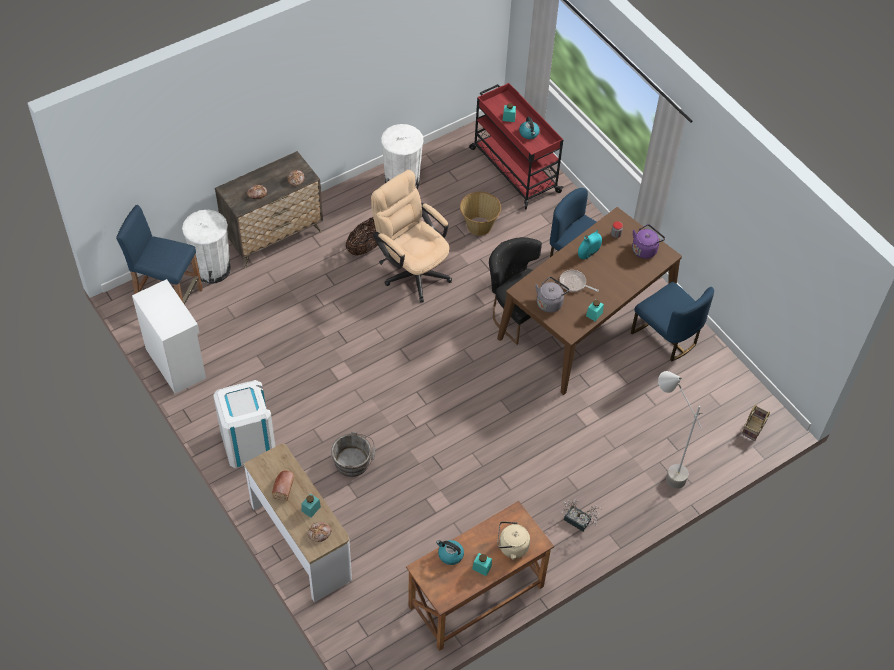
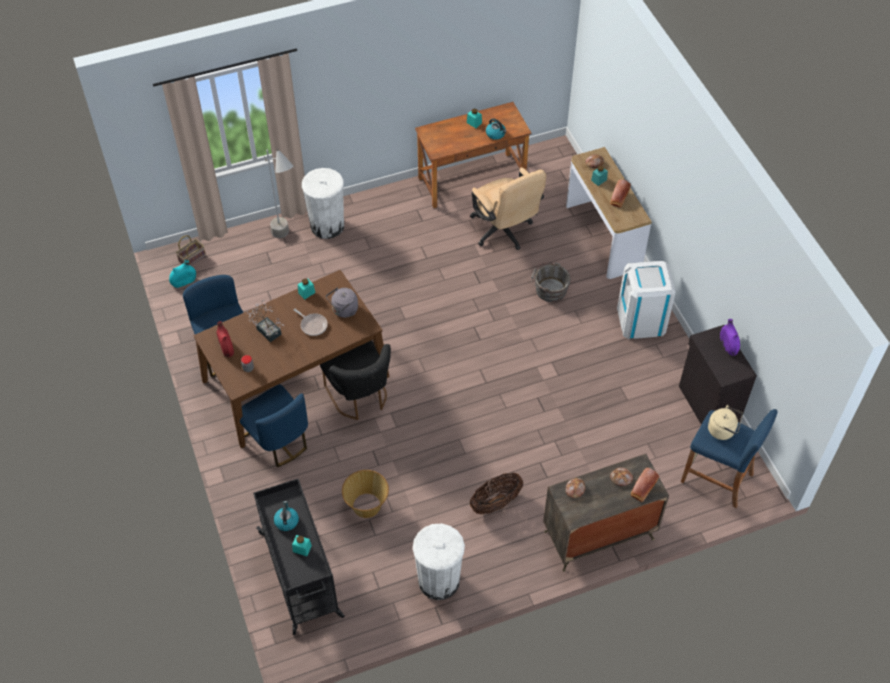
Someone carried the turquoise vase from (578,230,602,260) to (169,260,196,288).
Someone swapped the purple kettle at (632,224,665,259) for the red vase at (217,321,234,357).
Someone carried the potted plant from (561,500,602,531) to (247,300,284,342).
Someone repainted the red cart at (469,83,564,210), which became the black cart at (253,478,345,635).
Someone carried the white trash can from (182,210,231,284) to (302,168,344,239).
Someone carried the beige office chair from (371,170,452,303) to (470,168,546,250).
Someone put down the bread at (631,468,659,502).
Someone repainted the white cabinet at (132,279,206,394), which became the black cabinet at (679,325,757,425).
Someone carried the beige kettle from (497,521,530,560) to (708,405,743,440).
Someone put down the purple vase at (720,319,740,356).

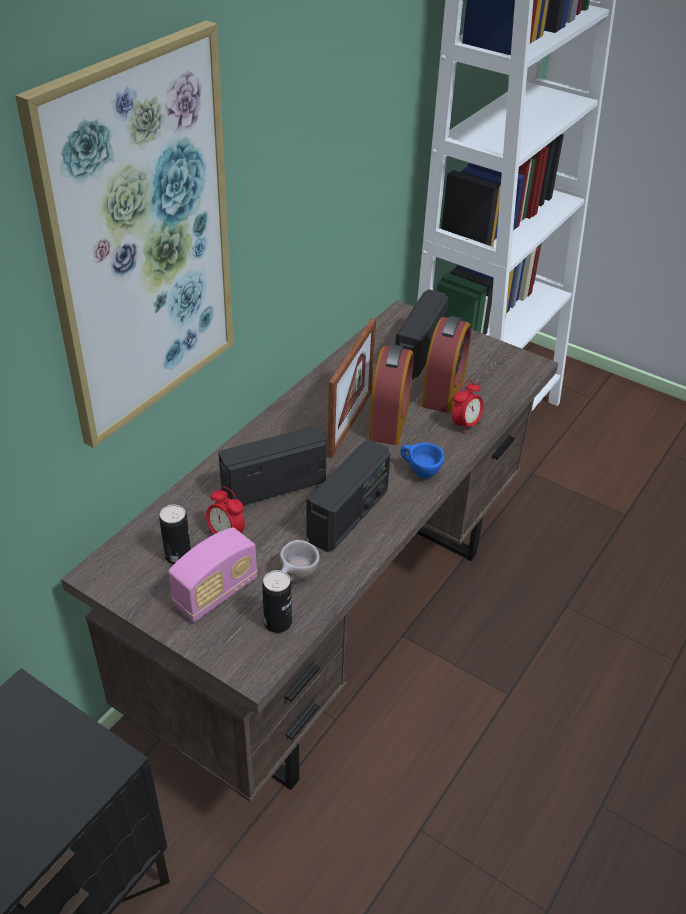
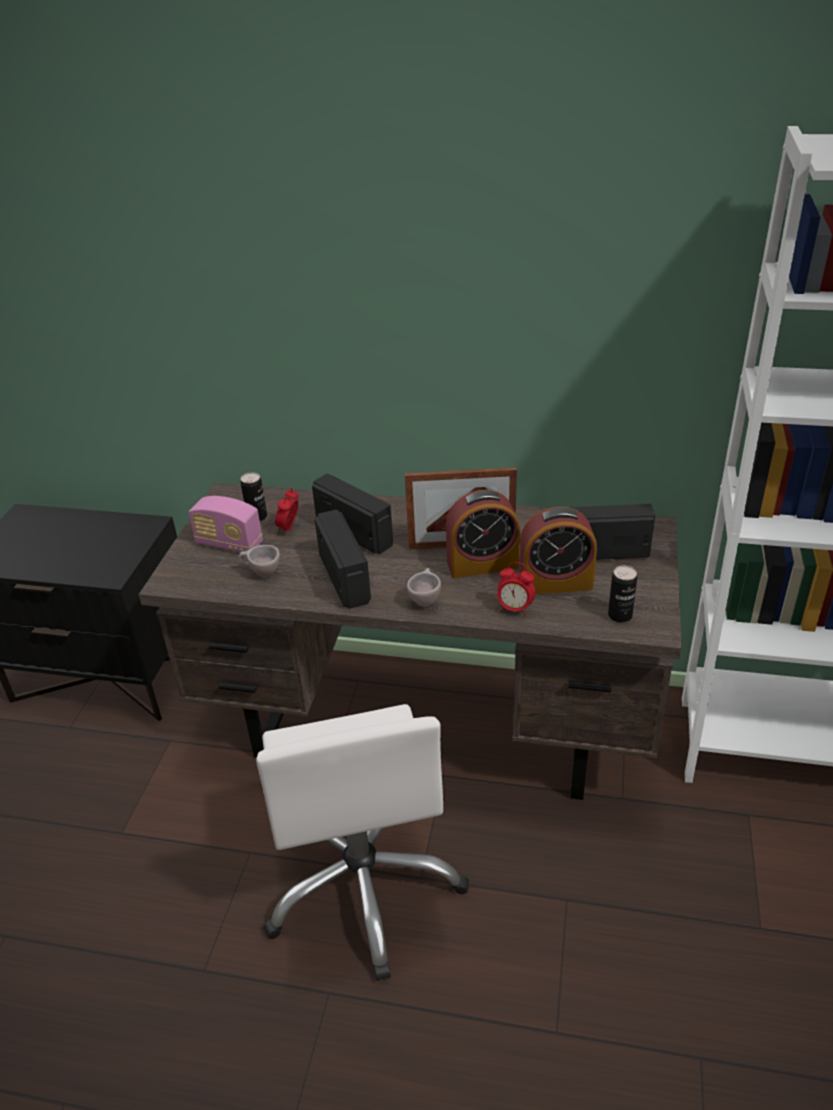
Someone put down the white office chair at (256,704,469,981).
Someone rotated the radio at (307,440,390,552) by 120 degrees counterclockwise.
Someone repainted the blue cup at (400,443,444,479), which became the beige cup at (407,568,441,607).
Someone carried the can from (262,570,292,633) to (608,565,637,623).
Someone took away the picture at (15,21,234,448).

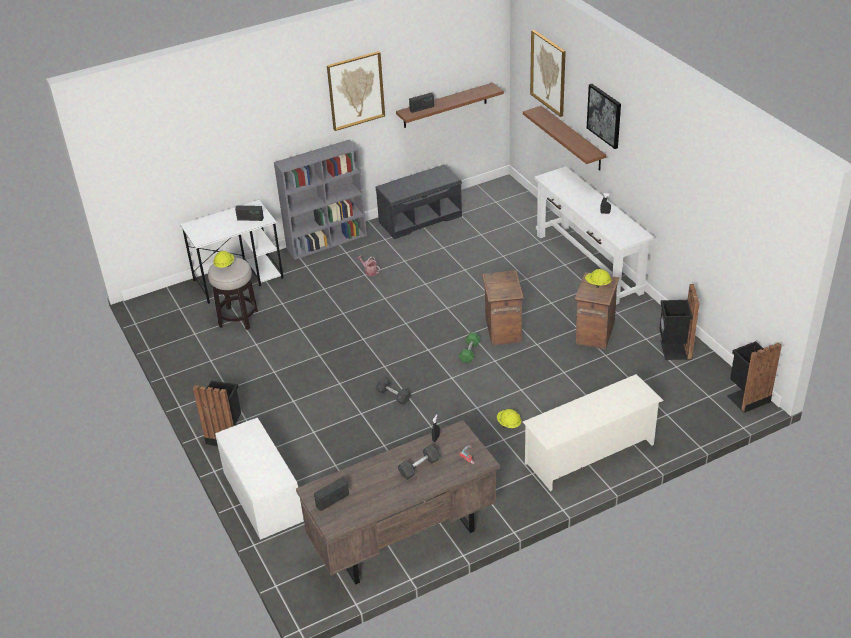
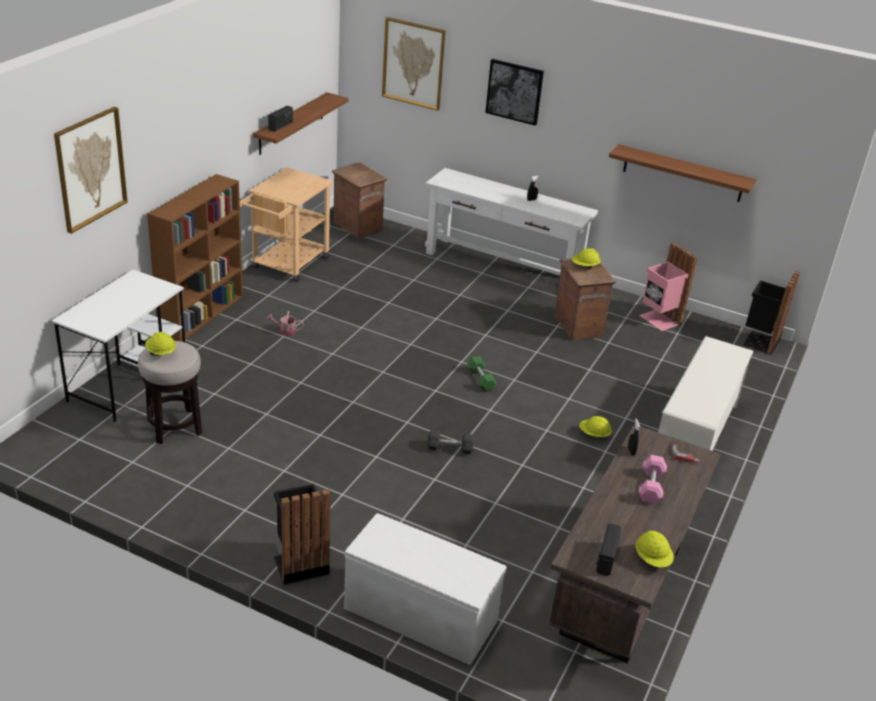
Someone carried the picture from (327,51,385,131) to (54,107,128,234).
Someone repainted the grey bookcase at (274,139,367,260), which became the brown bookcase at (147,174,243,342).
Someone swapped the grey bench at (376,165,462,239) for the beige cart at (240,167,333,282).
Someone carried the crate from (482,270,524,345) to (332,162,387,238).
Someone carried the shelf from (523,106,606,171) to (609,144,756,202).
Someone put down the yellow hard hat at (636,531,674,567).
Someone repainted the black trash can at (660,284,700,360), which became the pink trash can at (639,243,698,331).
Someone repainted the grey dumbbell at (398,444,440,480), which became the pink dumbbell at (639,455,667,504).
Someone took away the radio at (235,205,264,221).

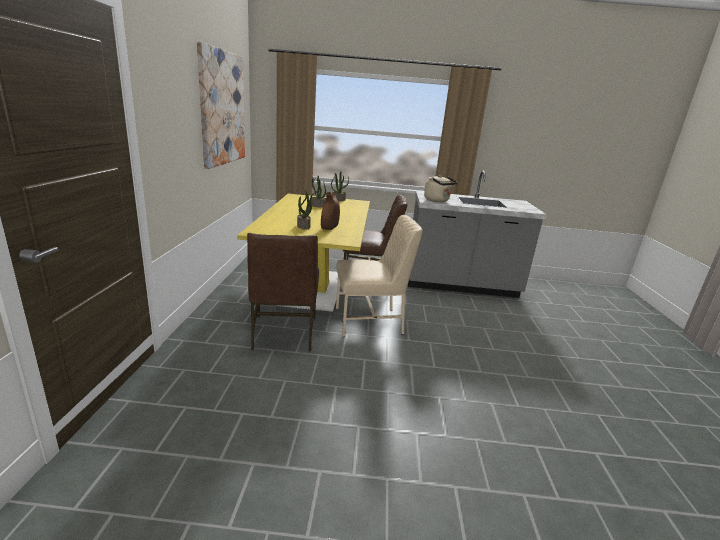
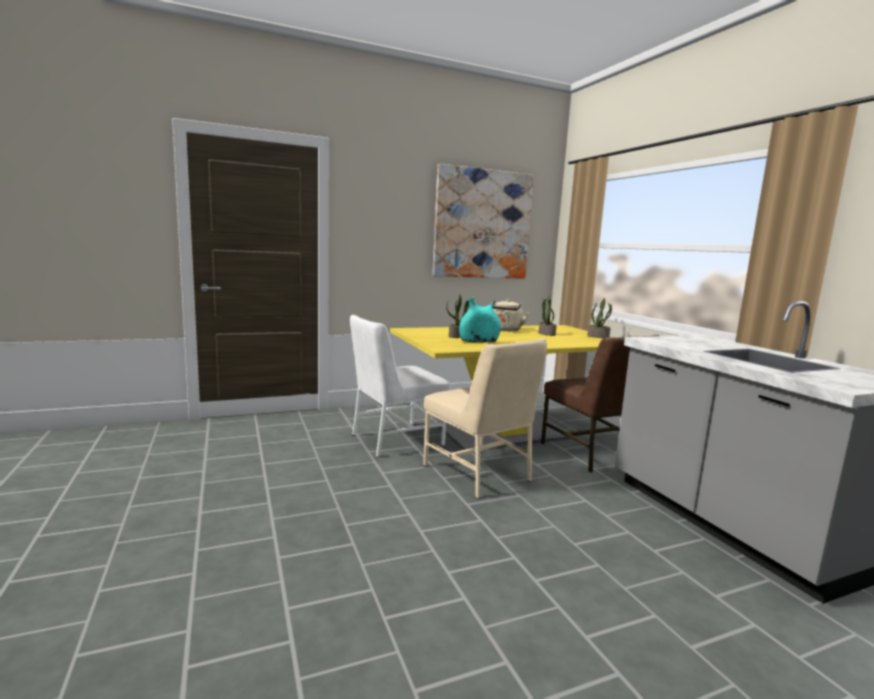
Someone repainted the brown chair at (247,233,319,351), which became the white chair at (350,315,450,457).
Someone repainted the brown vase at (321,192,340,230), which became the turquoise vase at (459,297,501,343).
Someone carried the beige kettle from (424,175,458,202) to (489,299,530,331).

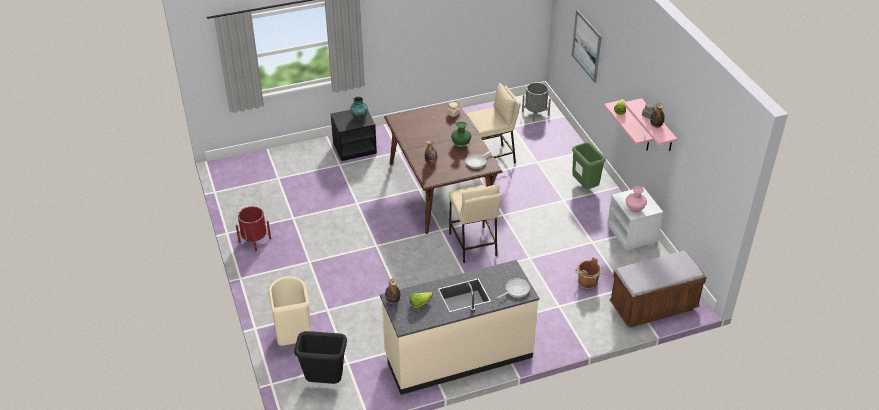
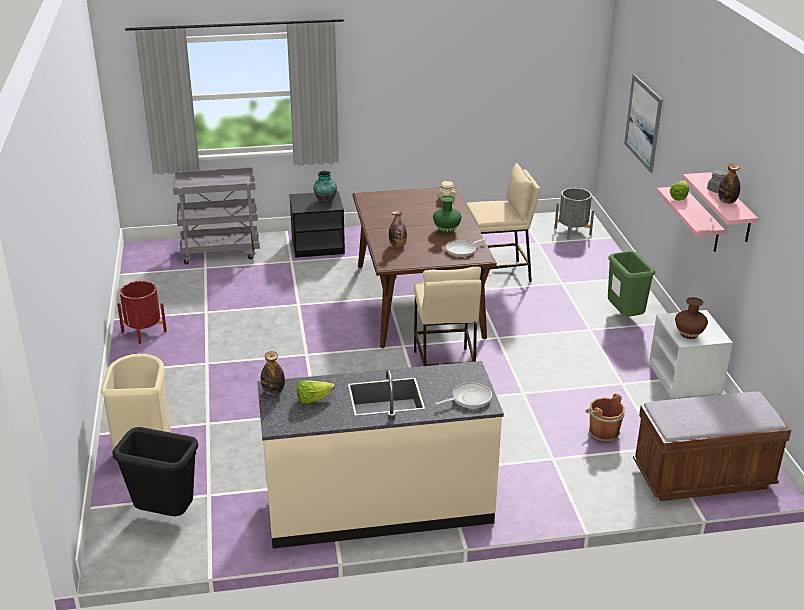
Someone put down the grey cart at (173,167,260,265).
Someone repainted the pink vase at (626,186,647,213), which became the brown vase at (675,297,708,339).

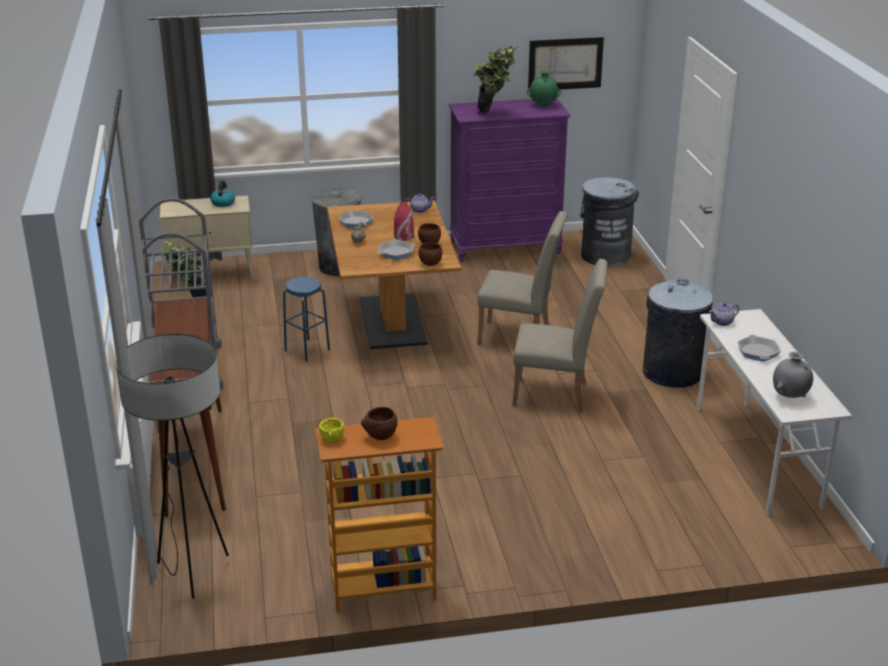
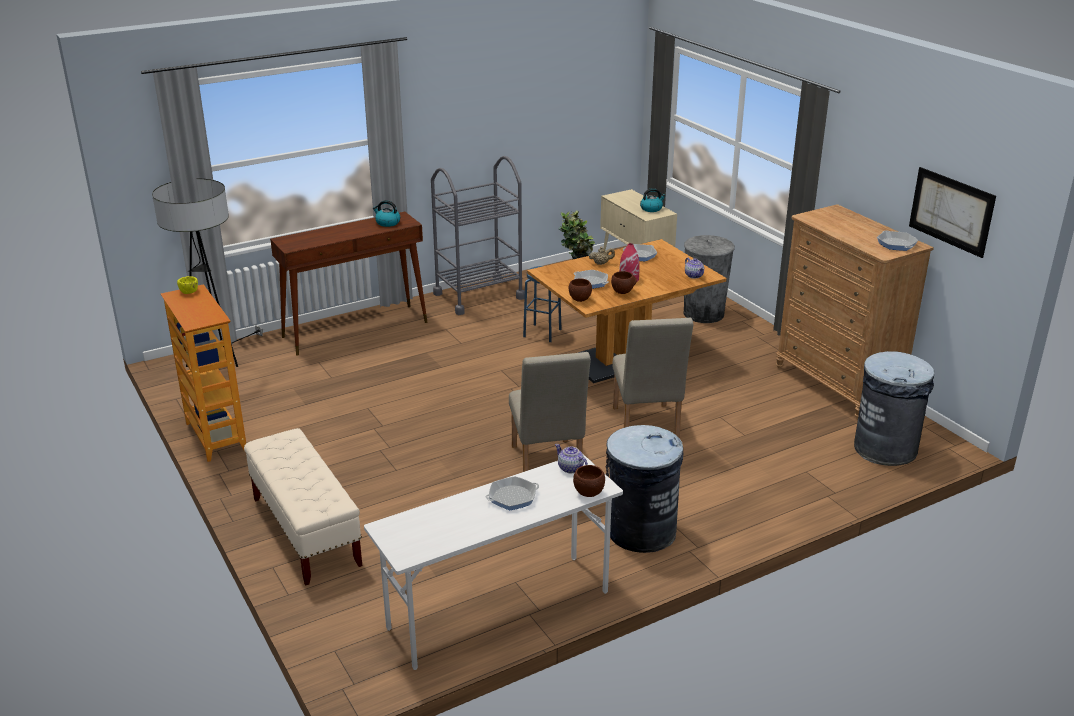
Someone put down the beige bench at (244,428,362,585).
Someone put down the kettle at (373,200,400,227).
Someone carried the brown bowl from (361,407,398,440) to (573,465,605,497).
Someone repainted the purple dresser at (449,98,570,262), which became the brown dresser at (776,204,934,419).
Someone swapped the green vase at (527,70,561,106) for the frying pan at (877,230,918,251).
Someone took away the potted plant at (473,45,519,114).
Someone took away the grey vase at (773,352,813,398).

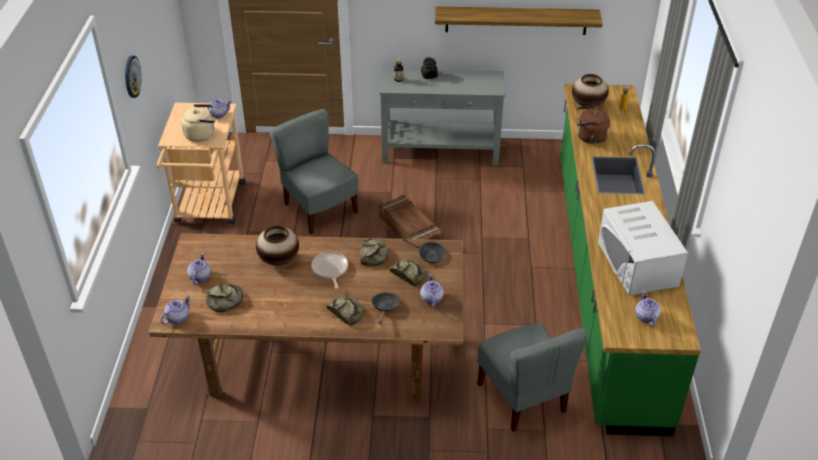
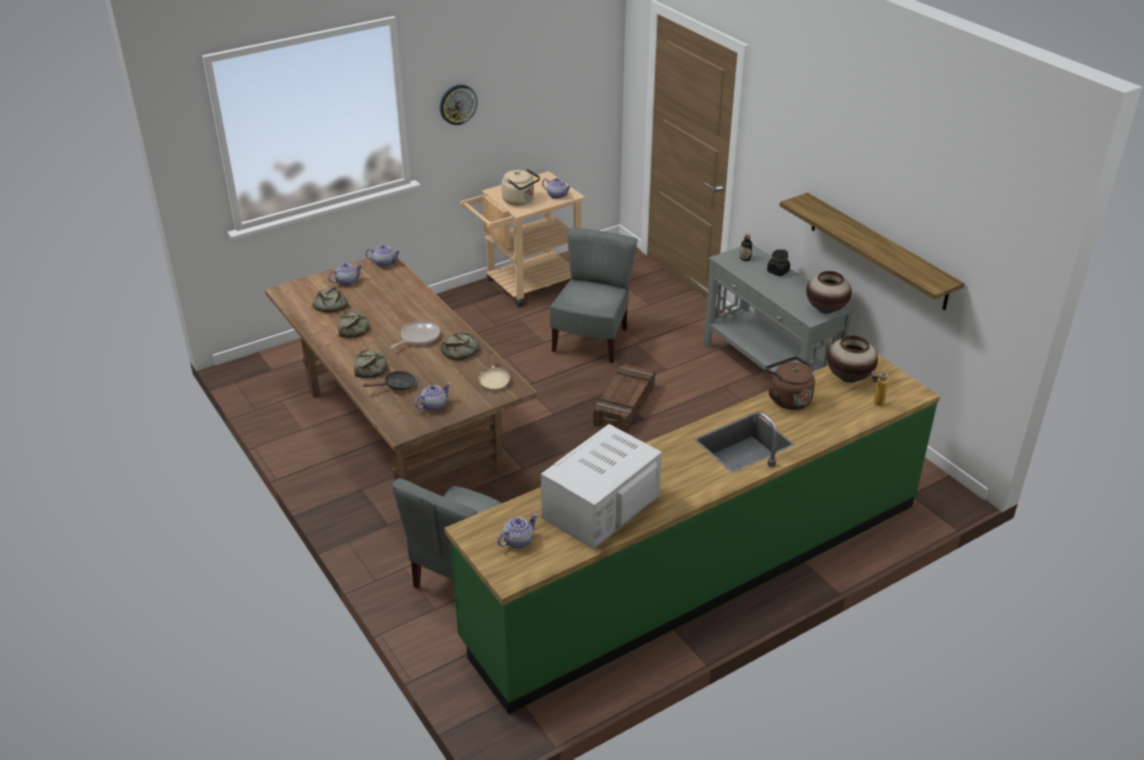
Someone carried the bread from (390,260,426,286) to (338,312,370,338).
Someone carried the teapot from (160,295,191,324) to (365,245,401,267).
Someone repainted the black frying pan at (402,237,446,263), which became the beige frying pan at (478,351,510,390).
Someone carried the vase from (256,226,299,266) to (806,271,852,314).

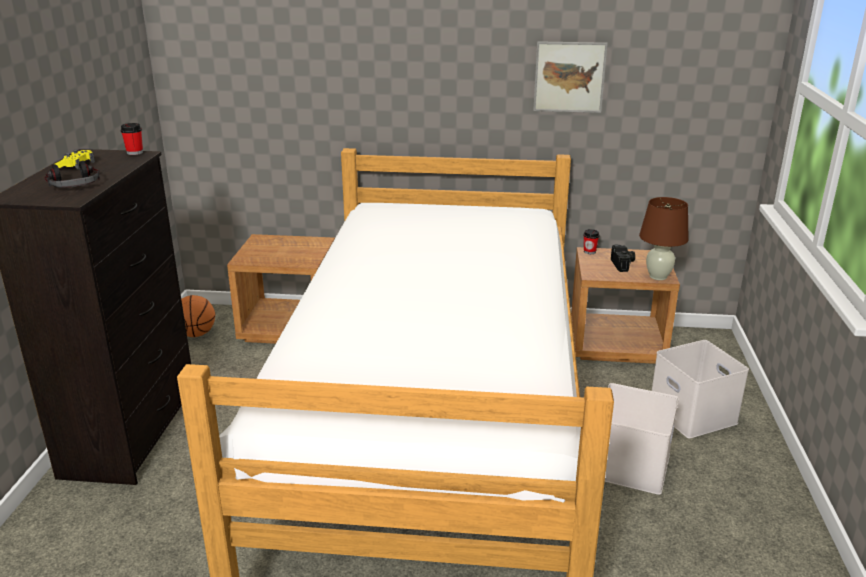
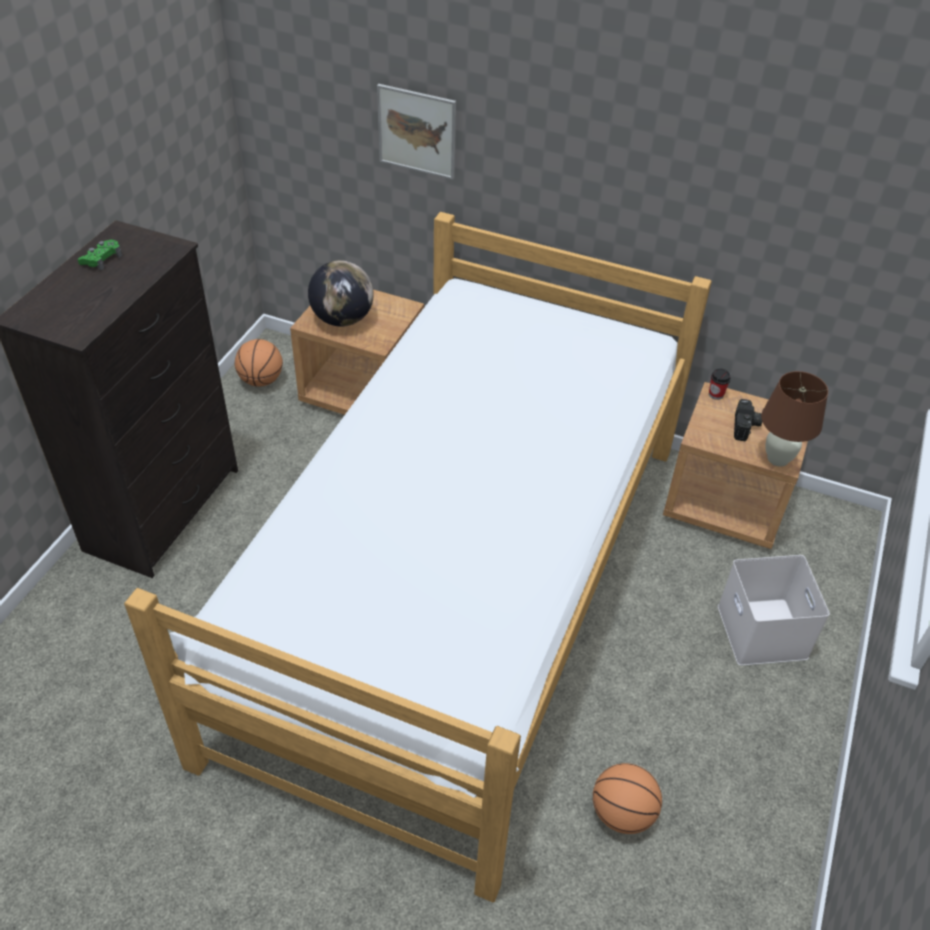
Someone repainted the yellow game controller at (55,150,95,170), which became the green game controller at (78,239,122,271).
Someone put down the globe at (308,260,374,327).
Someone carried the picture from (533,41,608,113) to (377,84,456,180).
Someone put down the basketball at (593,763,662,834).
Someone took away the headphones at (44,161,100,188).
Someone took away the cup at (120,123,143,155).
Someone took away the white storage box at (605,383,679,495).

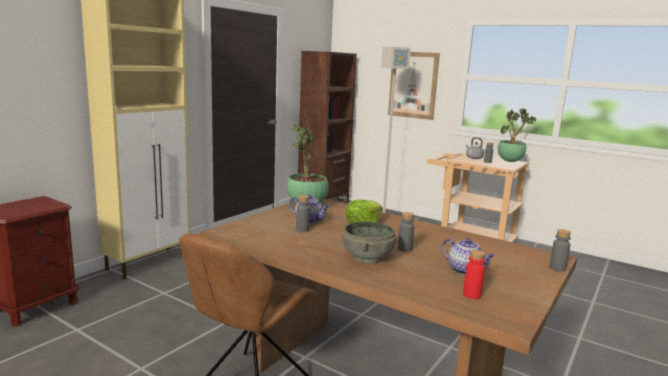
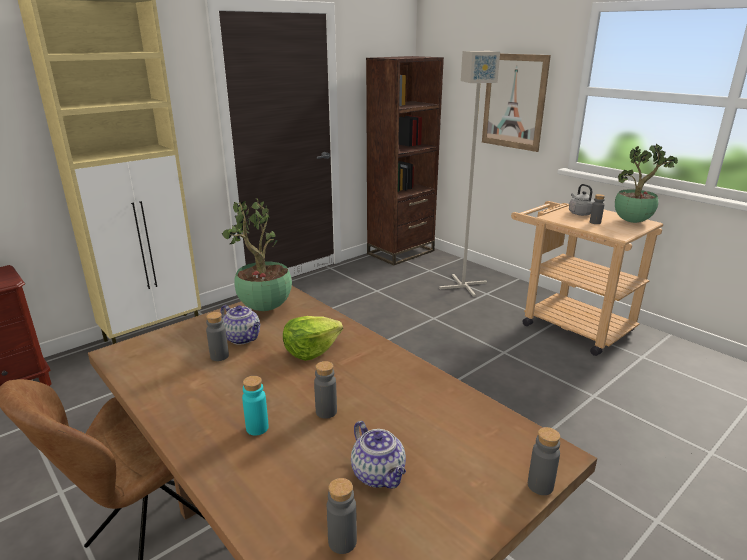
Someone swapped the grey bowl at (342,222,396,264) for the turquoise bottle at (242,376,269,436).
Someone repainted the red bottle at (463,250,485,299), which became the grey bottle at (326,478,357,554).

